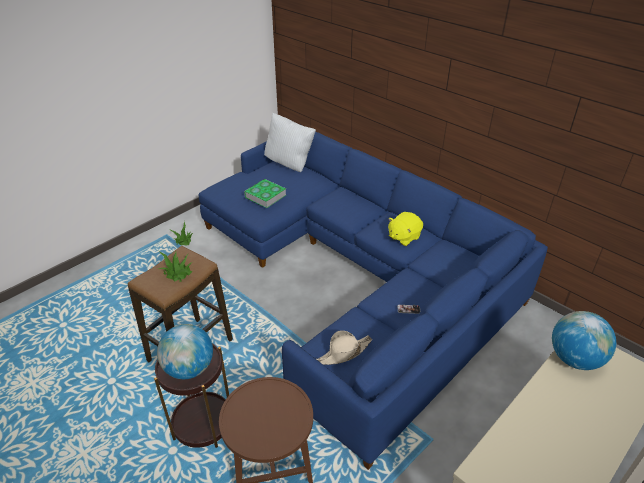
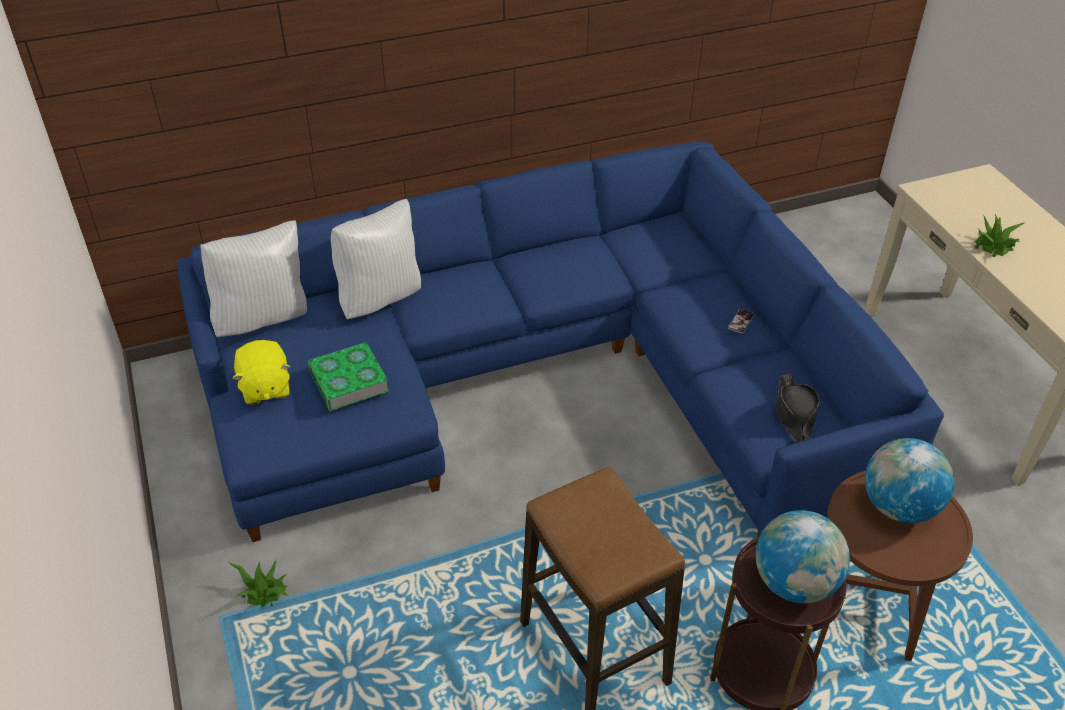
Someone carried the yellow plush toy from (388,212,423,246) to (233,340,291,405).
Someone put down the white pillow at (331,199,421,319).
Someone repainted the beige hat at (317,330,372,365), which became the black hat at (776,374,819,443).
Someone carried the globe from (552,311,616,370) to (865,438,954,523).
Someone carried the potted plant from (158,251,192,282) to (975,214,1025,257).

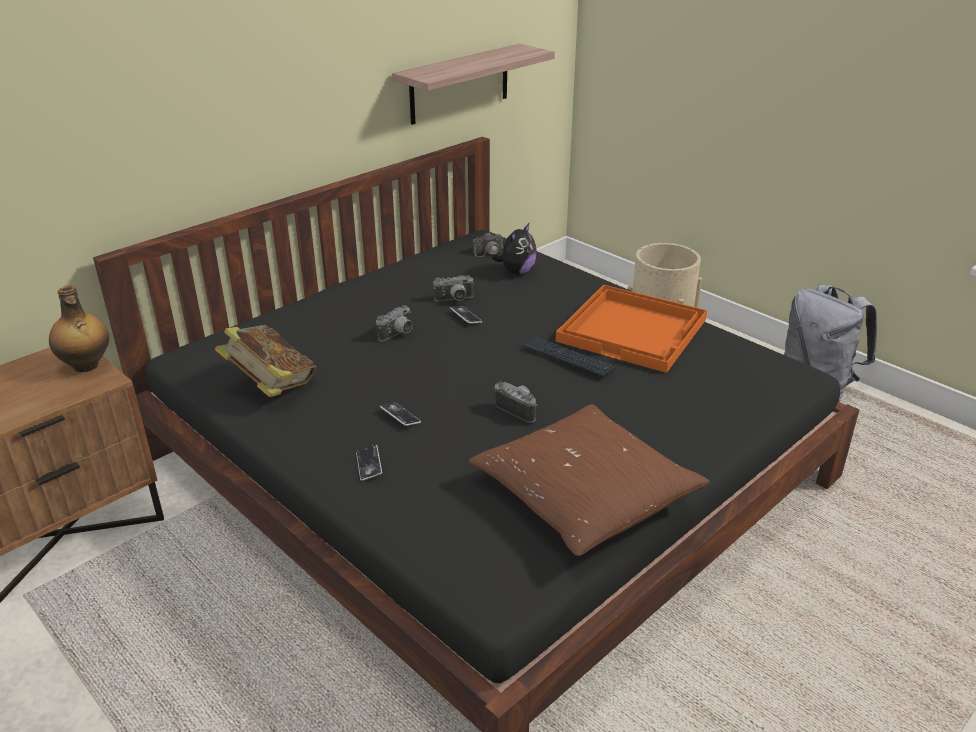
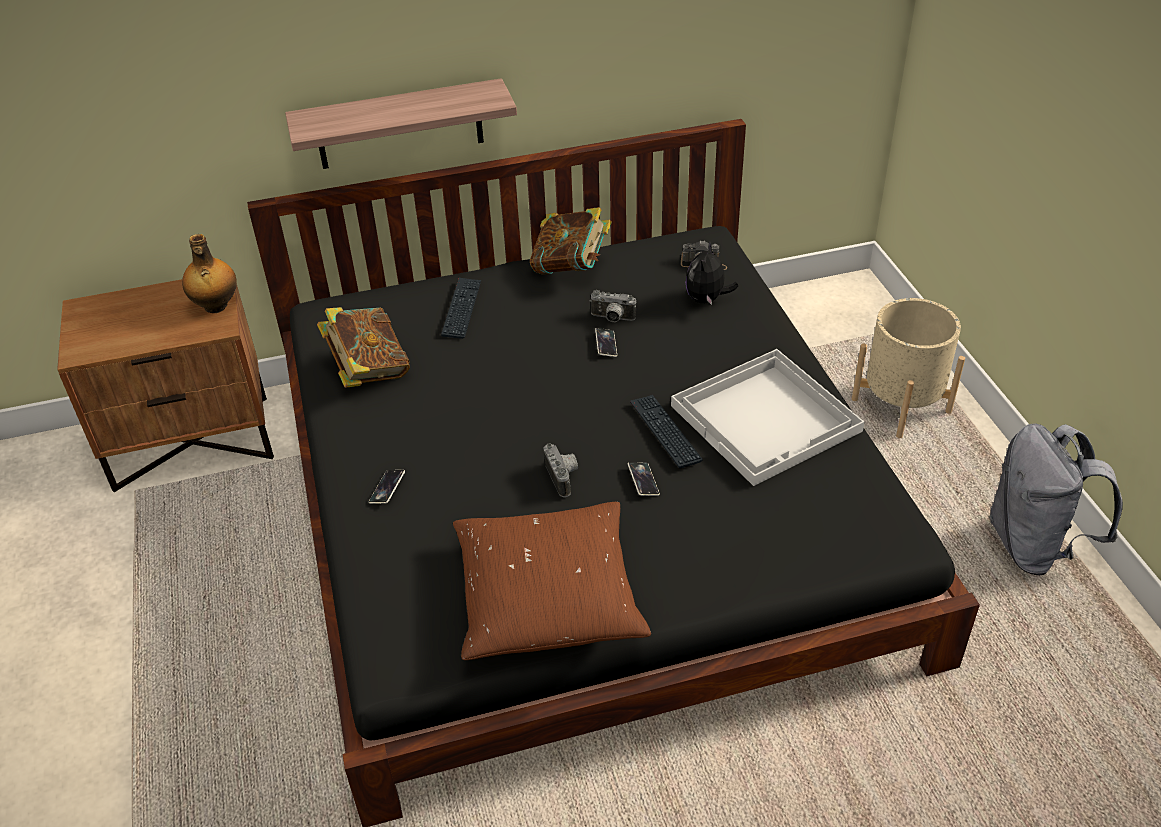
Someone carried the shelf from (392,44,555,125) to (285,78,517,169).
Someone put down the keyboard at (441,278,481,339).
Someone put down the book at (530,207,612,275).
Someone carried the phone from (380,403,421,426) to (628,462,660,496).
Someone repainted the orange tray at (556,285,707,373), which became the white tray at (671,349,864,486).
Someone rotated the plush toy at (492,223,537,275) by 135 degrees clockwise.
Someone took away the photo camera at (376,305,413,342).

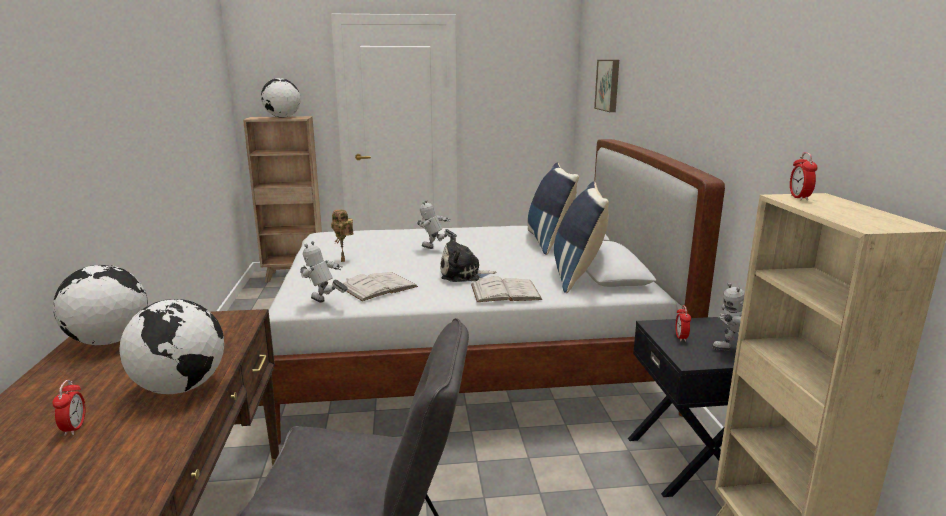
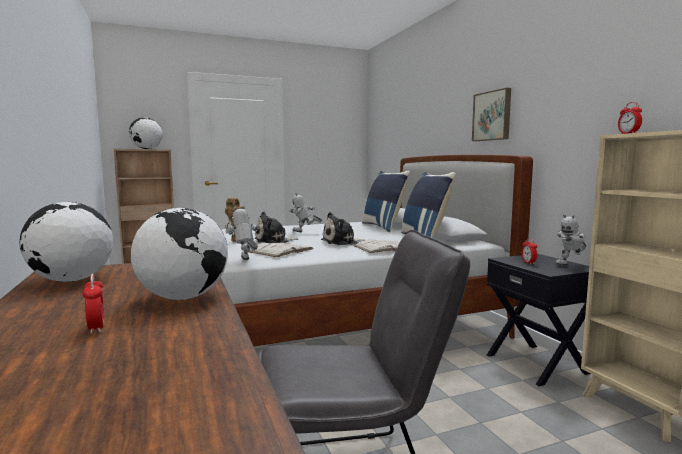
Someone rotated the toy robot at (300,241,348,303) by 45 degrees clockwise.
Someone put down the plush toy at (255,212,298,243).
Someone carried the picture from (594,60,619,112) to (472,88,511,141).

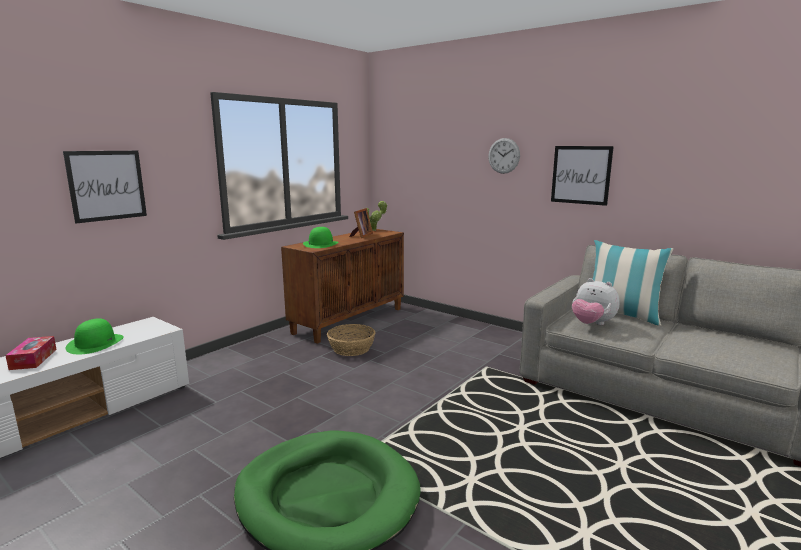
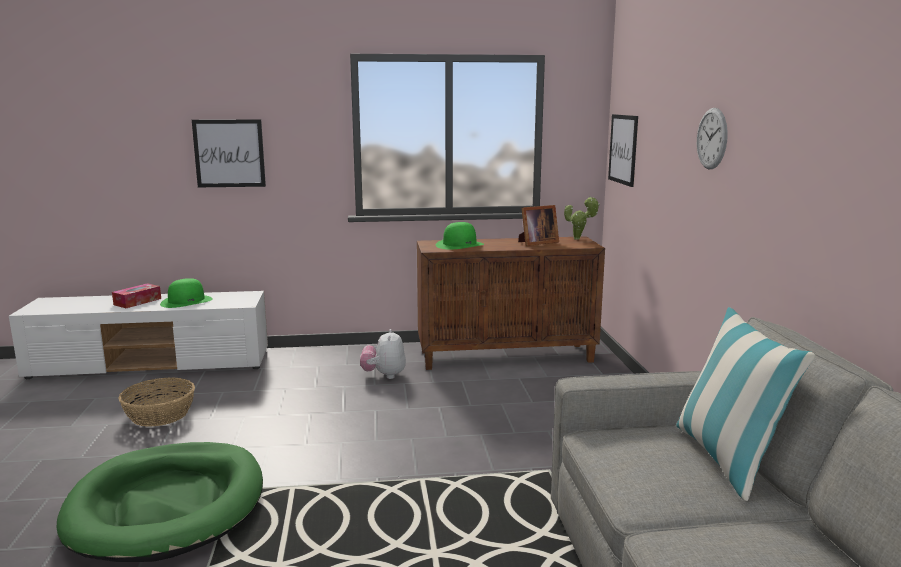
Someone carried the basket from (327,324,375,356) to (118,377,195,427).
Someone carried the plush toy from (572,278,620,325) to (360,329,406,379).
Someone carried the picture from (551,146,614,206) to (608,114,638,187).

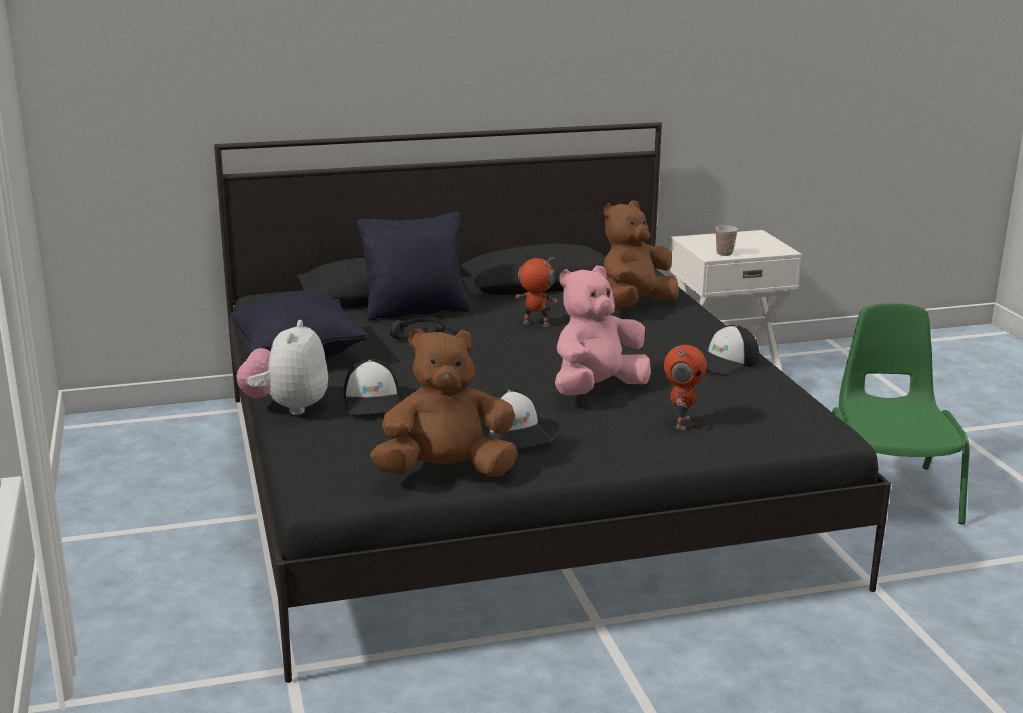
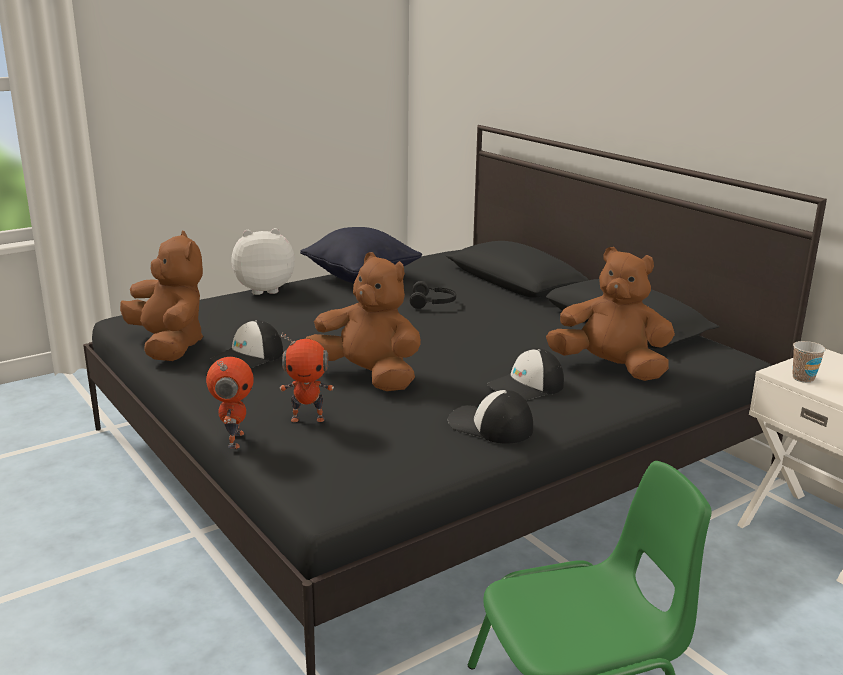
Someone carried the toy robot from (515,257,557,327) to (206,357,254,449).
Someone repainted the pink plush toy at (555,266,651,396), which became the brown plush toy at (305,252,421,391).
Someone carried the cap from (343,359,399,414) to (487,348,564,400).
Someone took away the black pillow at (358,212,470,321).

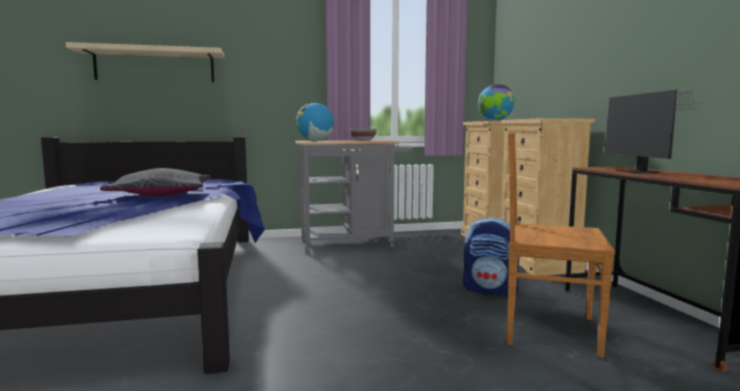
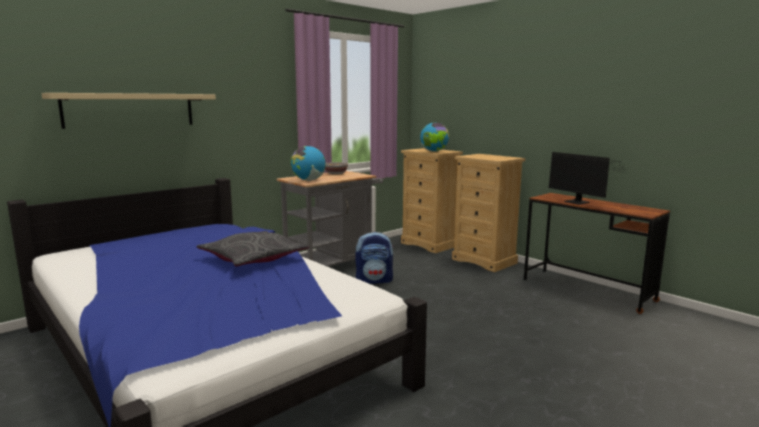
Someone carried the backpack from (463,217,519,296) to (356,232,393,284).
Someone took away the brown chair at (507,133,615,358).

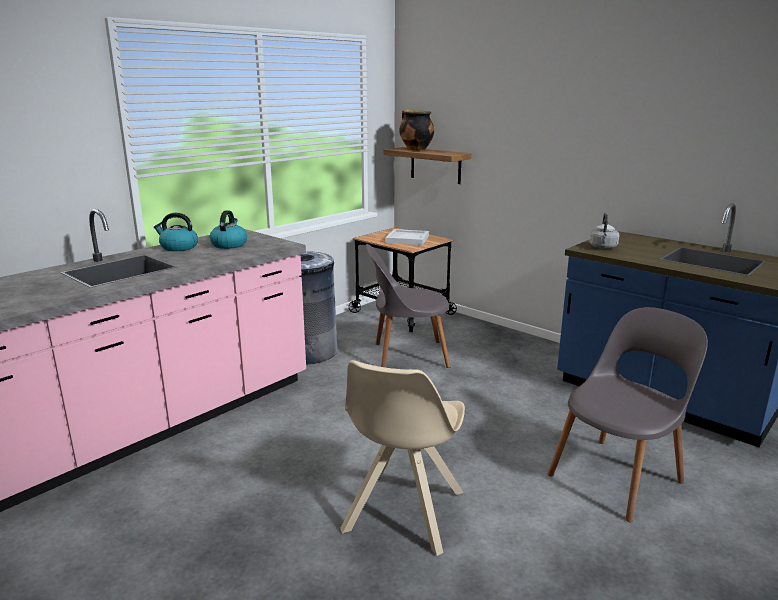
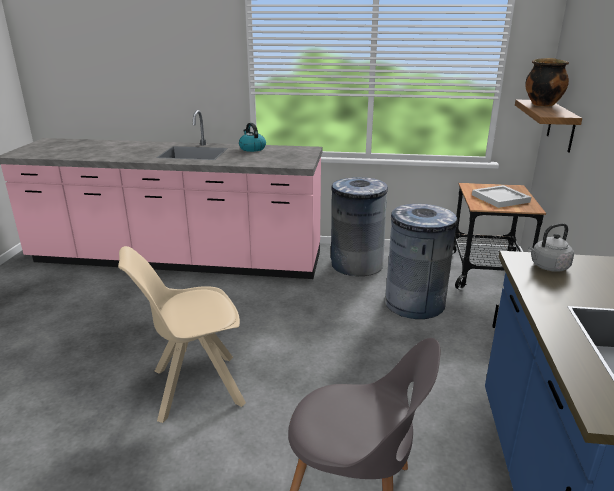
Someone swapped the grey chair at (366,244,451,368) for the grey trash can at (384,204,458,319).
Someone took away the kettle at (210,210,247,249).

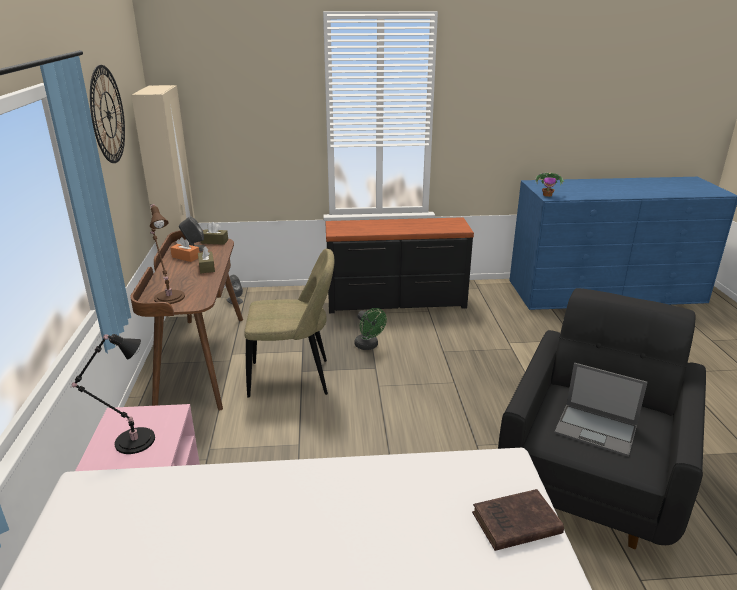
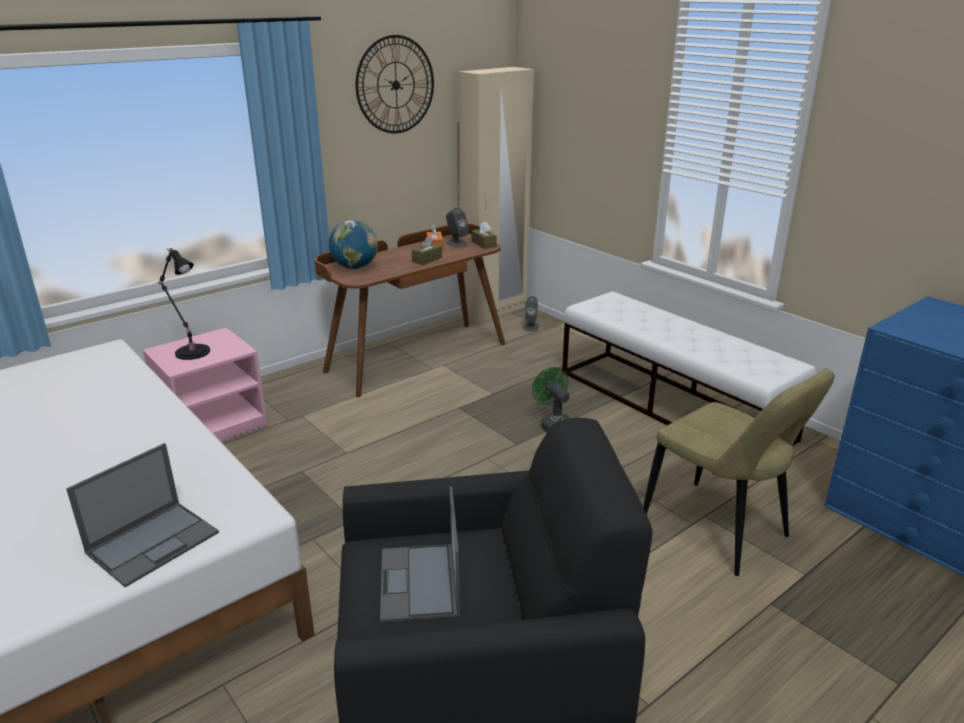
Someone swapped the brown book at (472,489,564,551) for the laptop at (66,443,219,587).
Someone swapped the brown table lamp at (150,204,185,304) for the globe at (329,220,378,269).
Someone rotated the green fan at (355,308,387,350) by 135 degrees clockwise.
Someone swapped the black dresser at (325,217,474,313) for the white bench at (562,292,816,446).
Someone carried the beige chair from (244,249,334,398) to (643,368,835,576).
Someone took away the potted plant at (535,172,564,197).

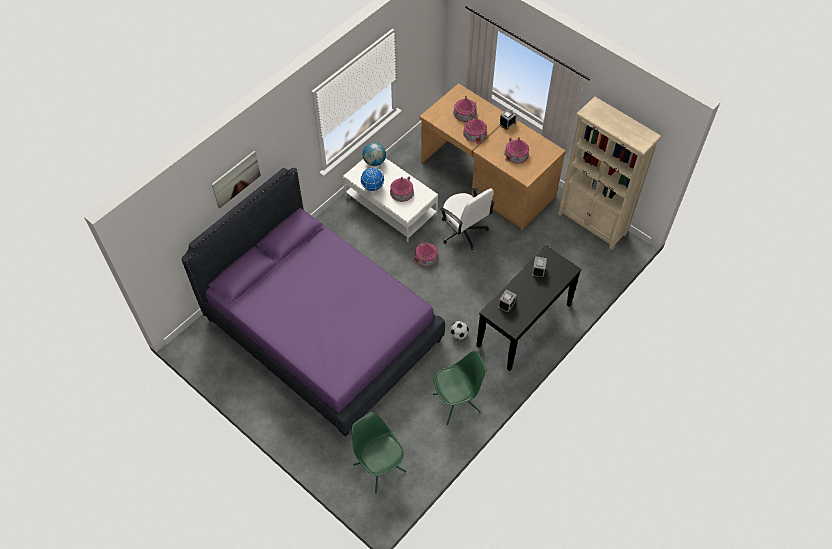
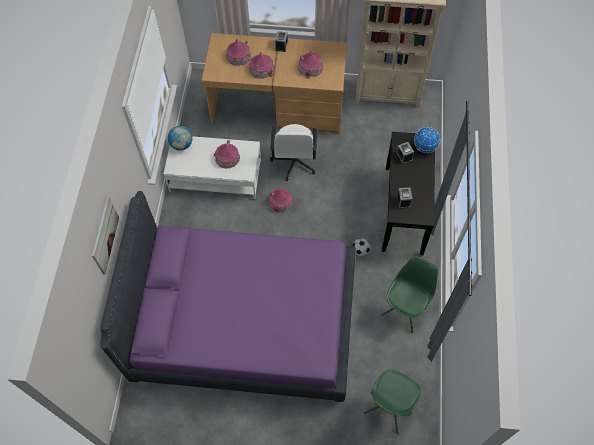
Someone rotated the white office chair at (440,188,495,250) by 75 degrees clockwise.
Someone rotated the green chair at (352,412,406,494) by 75 degrees counterclockwise.
Someone carried the globe from (360,167,384,191) to (414,127,440,153).

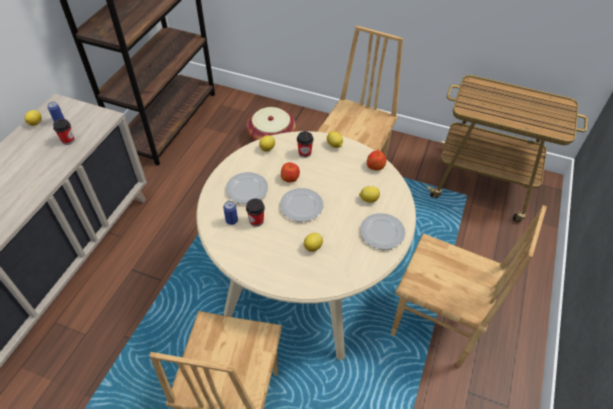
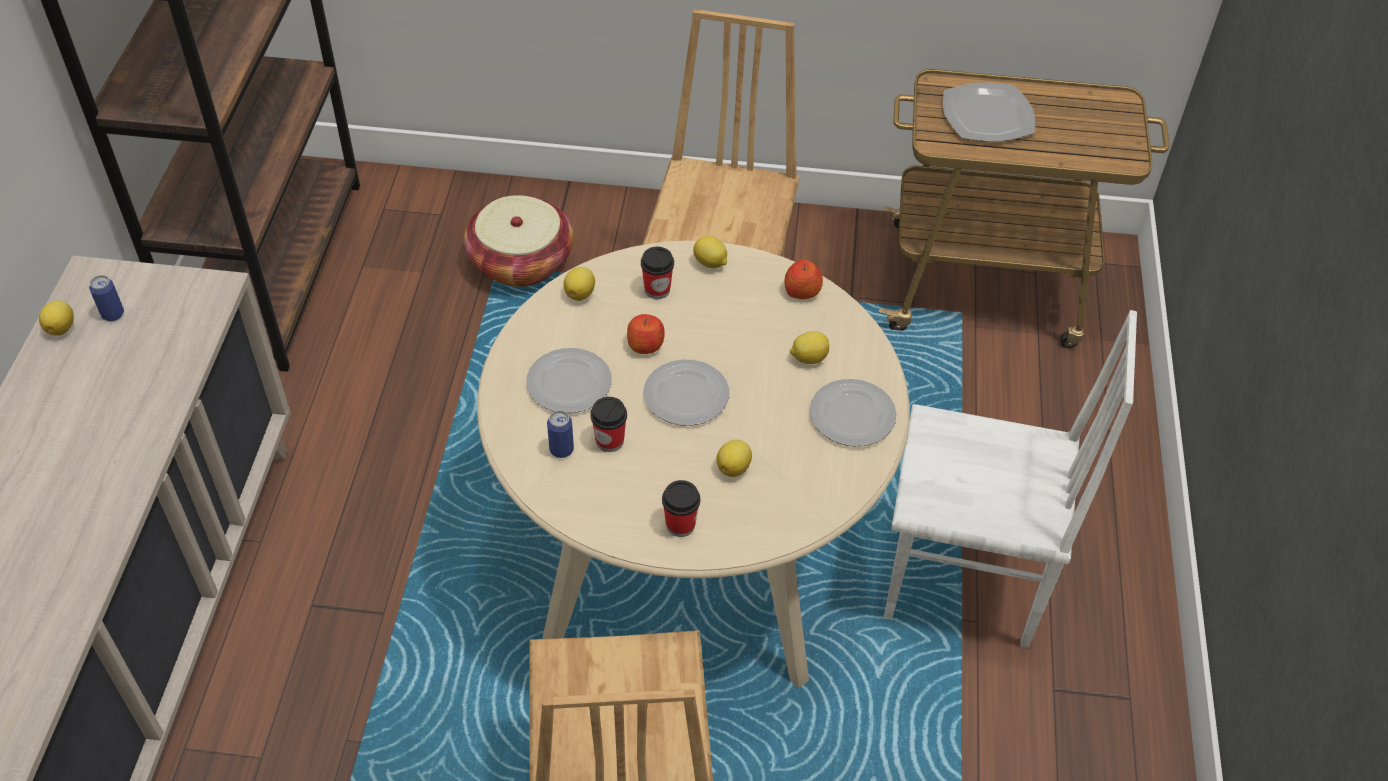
Someone carried the cup from (53,119,75,145) to (662,480,700,537).
Someone repainted the brown chair at (391,205,547,367), which became the white chair at (884,310,1137,648).
Someone put down the plate at (943,82,1035,142).

